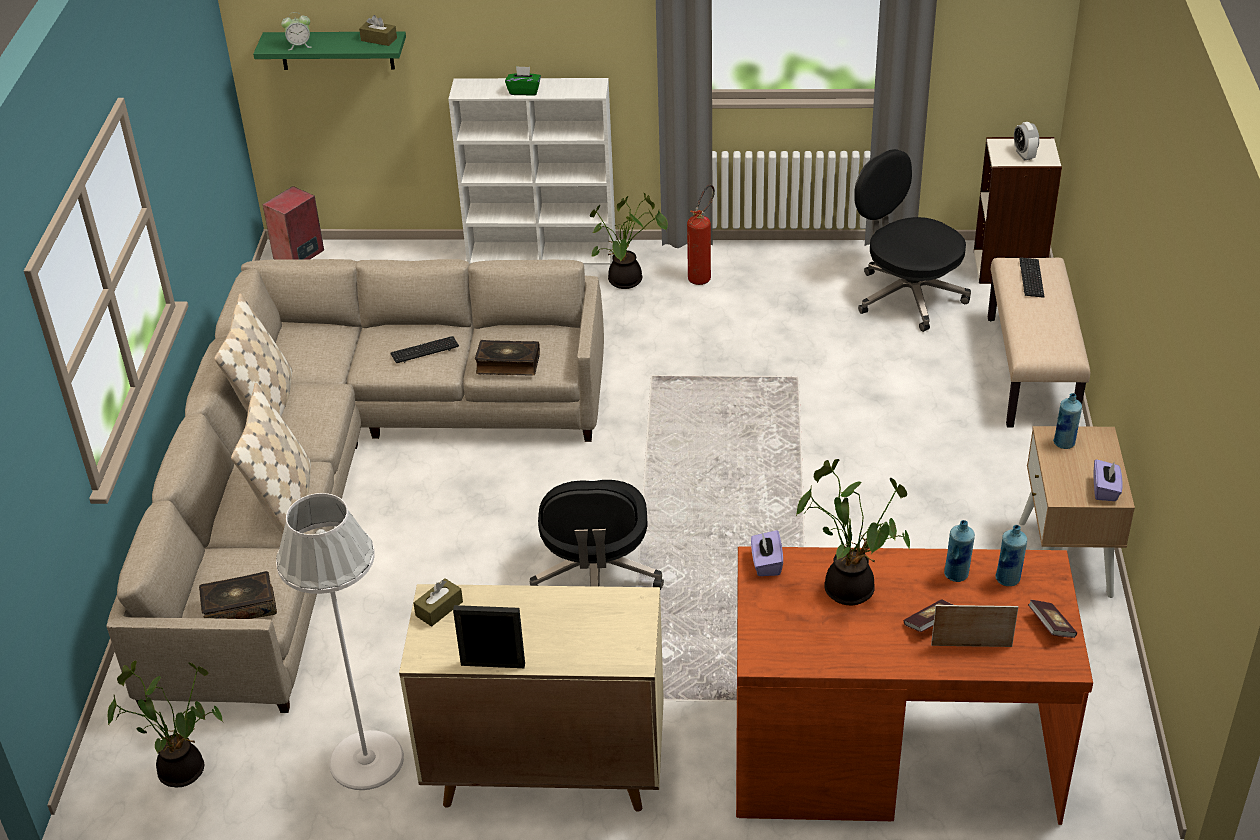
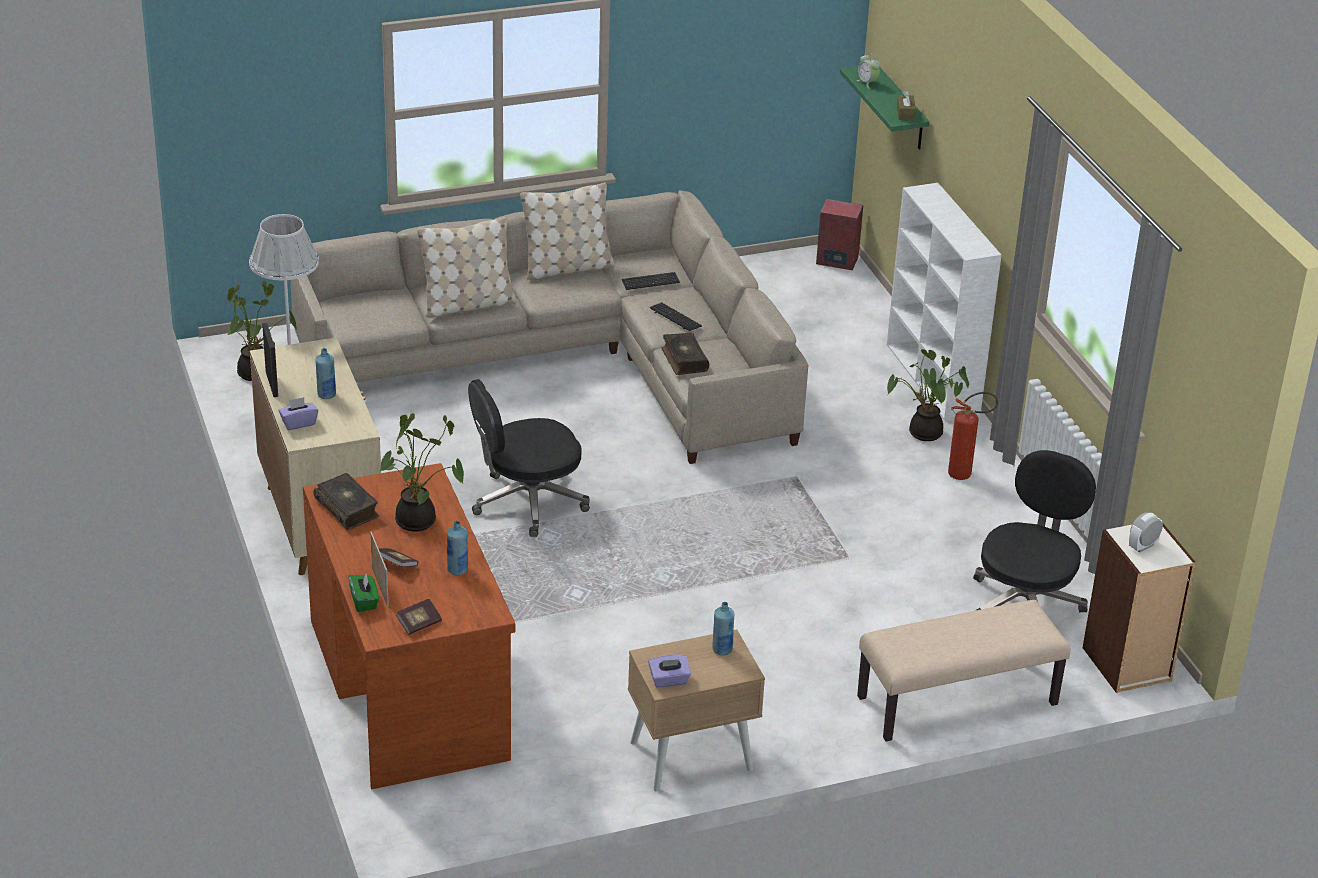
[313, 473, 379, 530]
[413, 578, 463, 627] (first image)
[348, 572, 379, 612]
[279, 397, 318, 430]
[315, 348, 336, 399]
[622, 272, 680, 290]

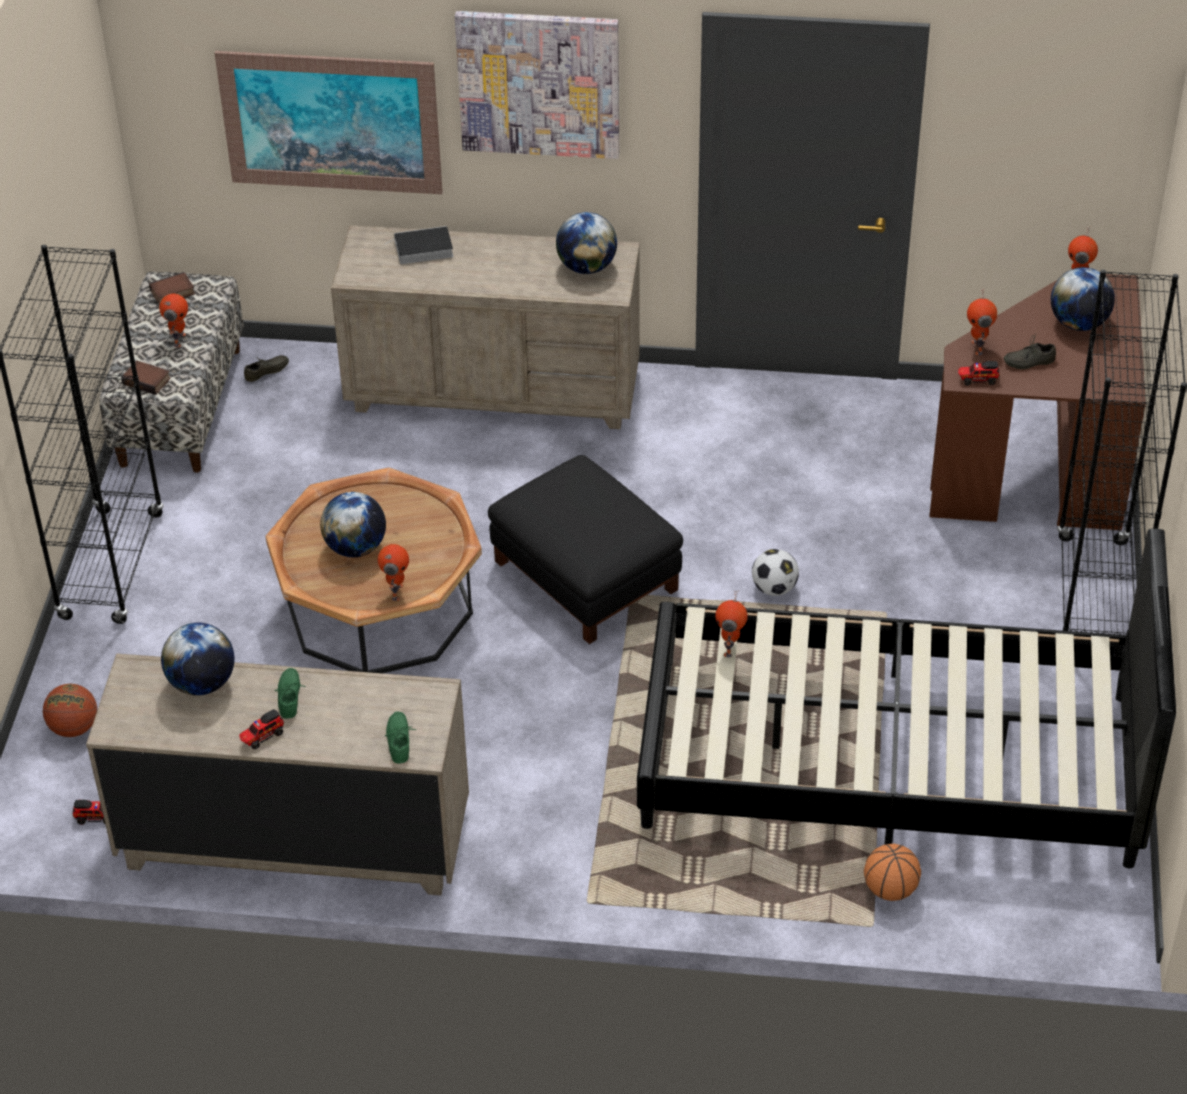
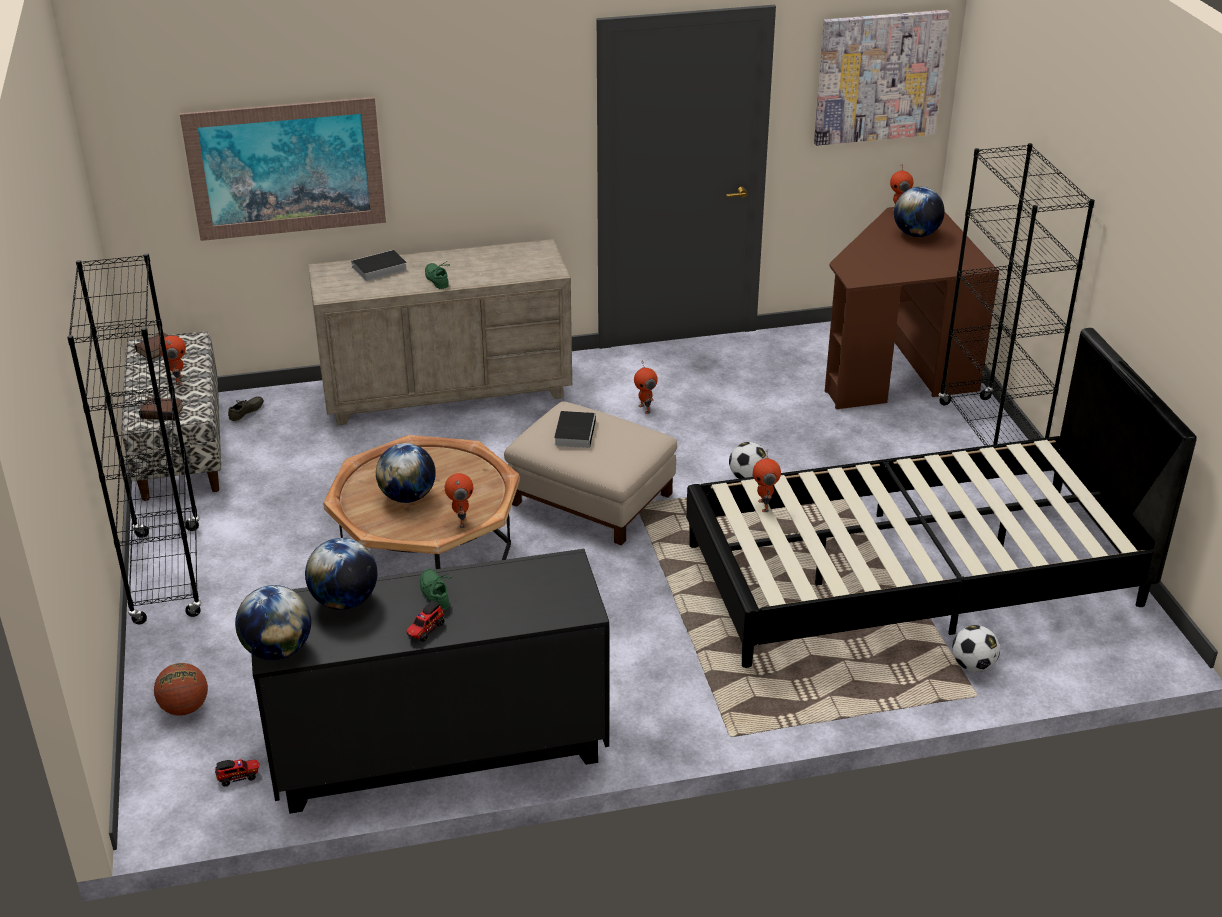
[251, 549, 609, 814]
[425, 262, 450, 289]
[814, 10, 950, 146]
[504, 401, 677, 546]
[235, 585, 311, 660]
[952, 625, 1000, 672]
[958, 361, 1000, 385] (first image)
[634, 361, 658, 414]
[1004, 334, 1056, 370] (first image)
[554, 411, 596, 448]

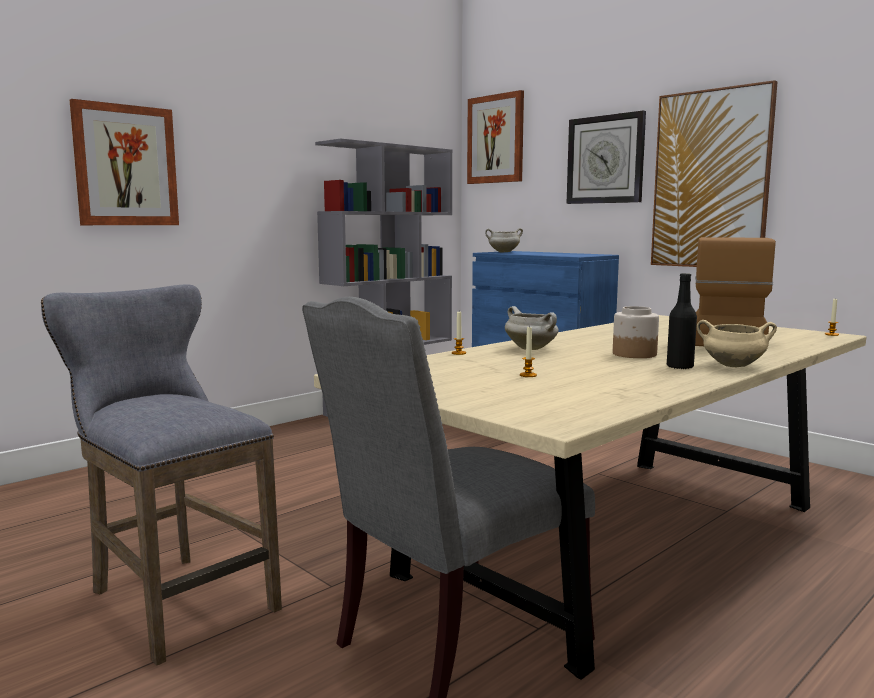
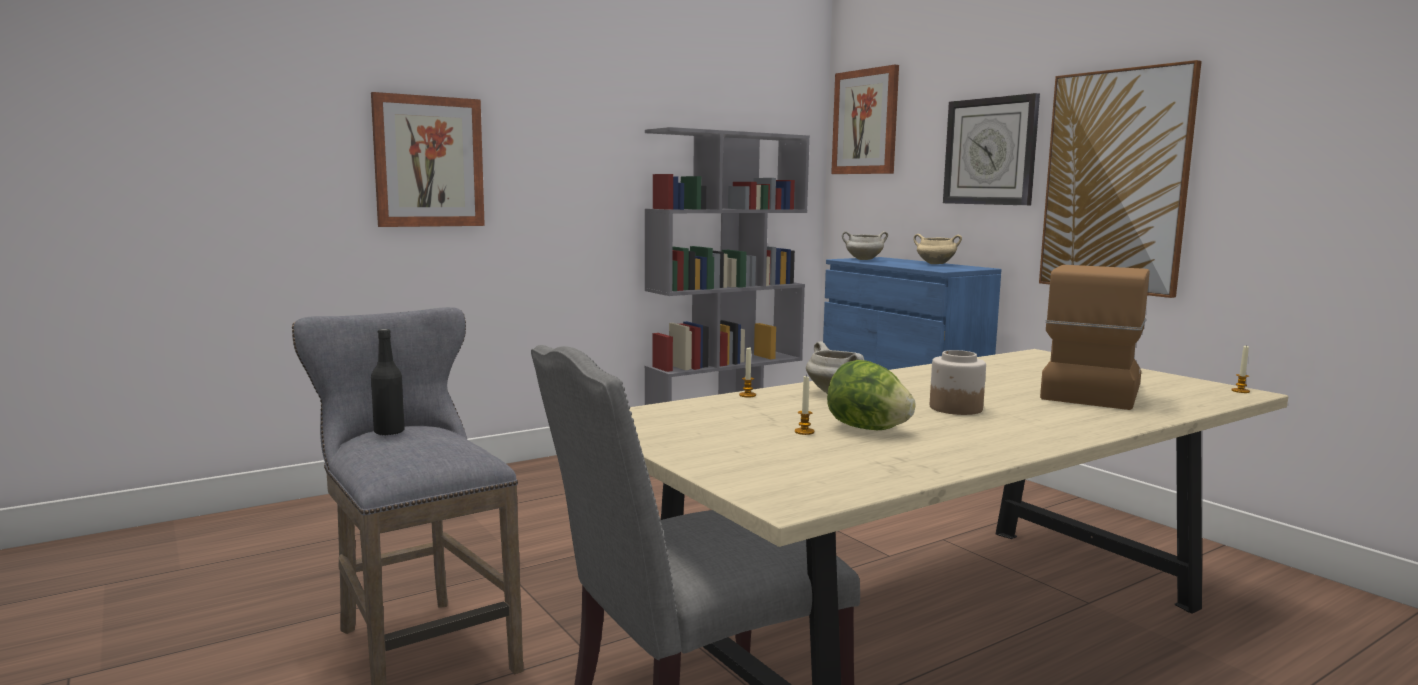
[371, 329, 405, 436]
[913, 234, 962, 264]
[827, 360, 915, 430]

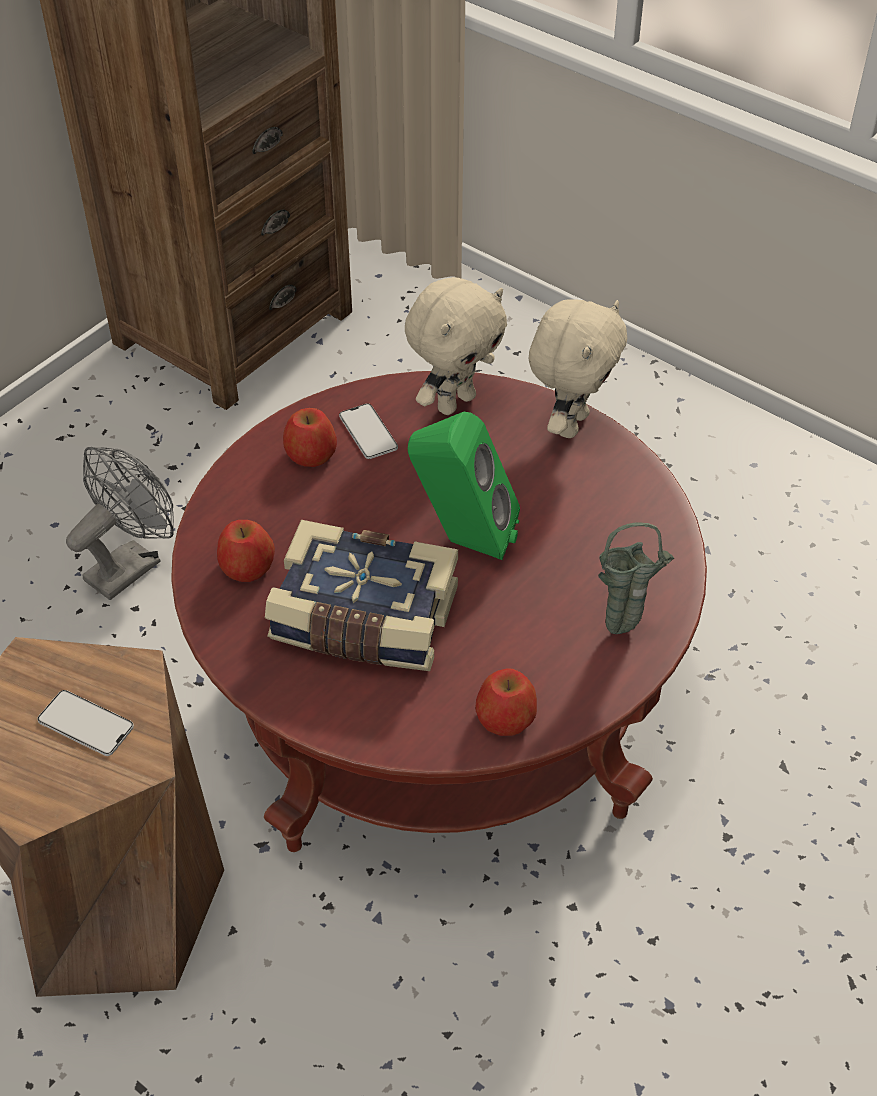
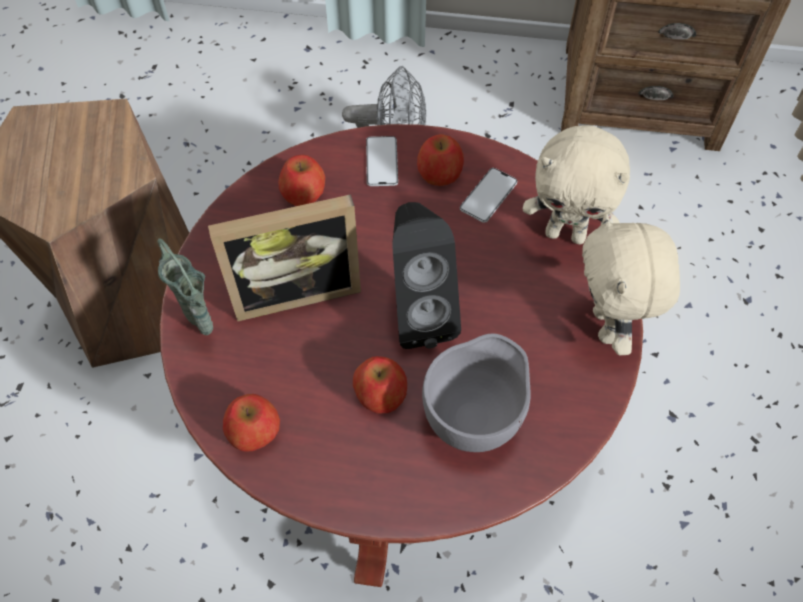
[366, 136, 398, 186]
[208, 194, 361, 321]
[392, 202, 461, 349]
[582, 213, 680, 355]
[158, 238, 213, 335]
[353, 356, 407, 414]
[422, 334, 531, 452]

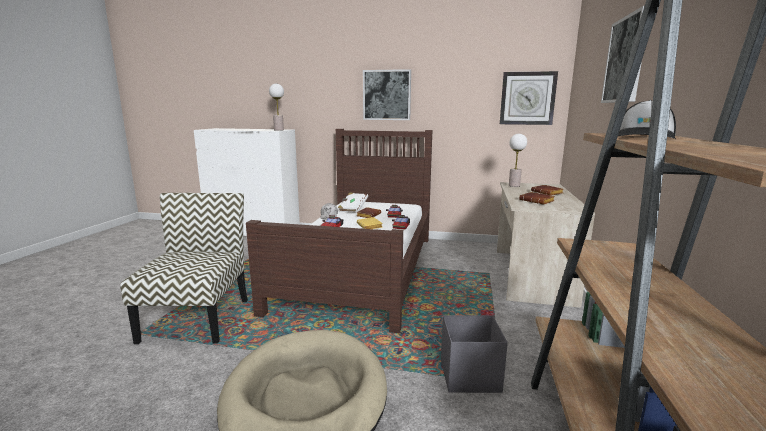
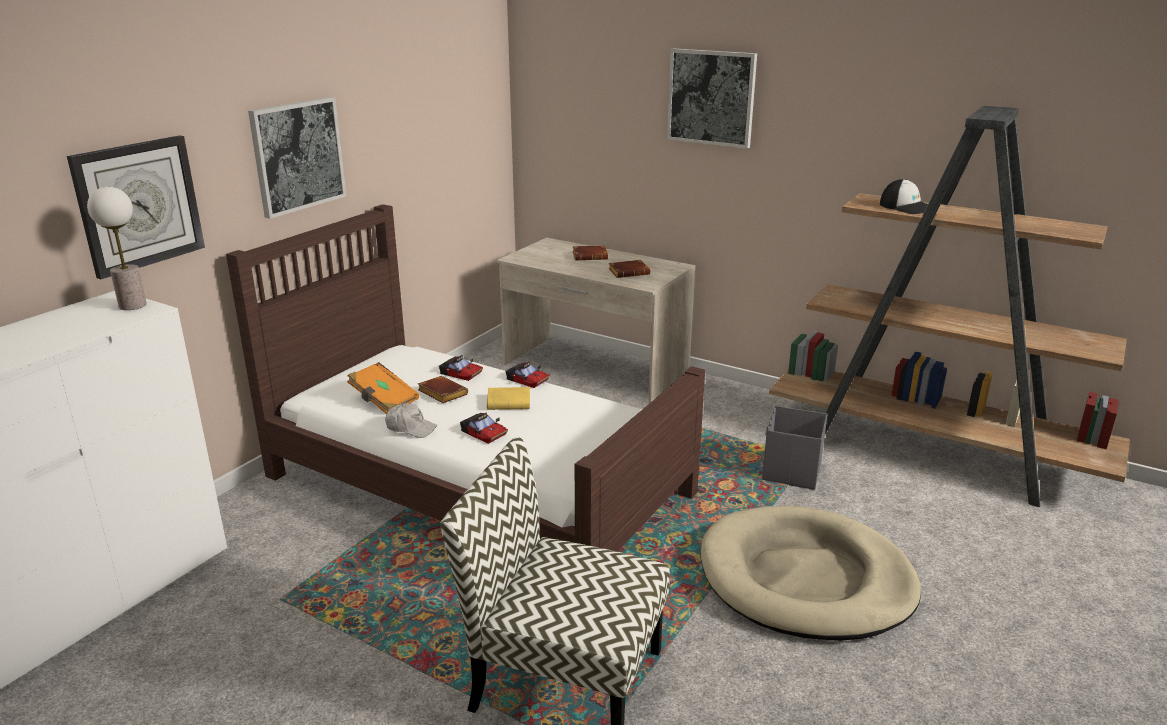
[347, 362, 419, 414]
[67, 135, 205, 279]
[509, 134, 527, 187] (first image)

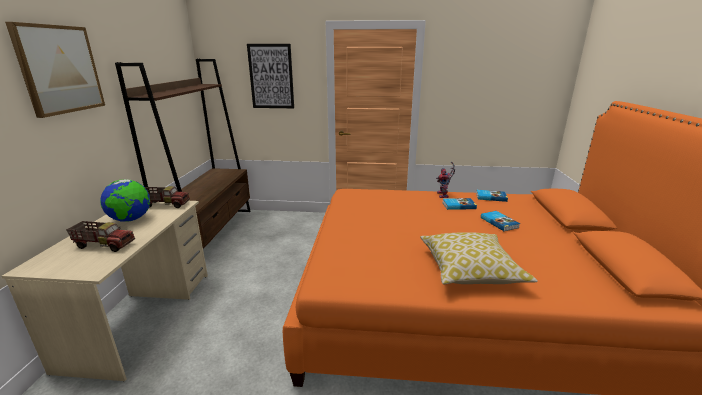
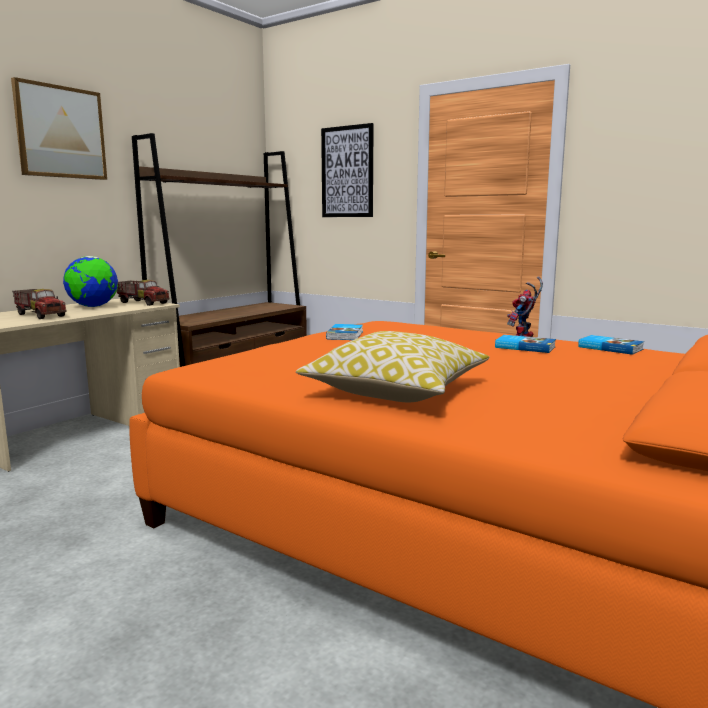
[326, 324, 363, 340]

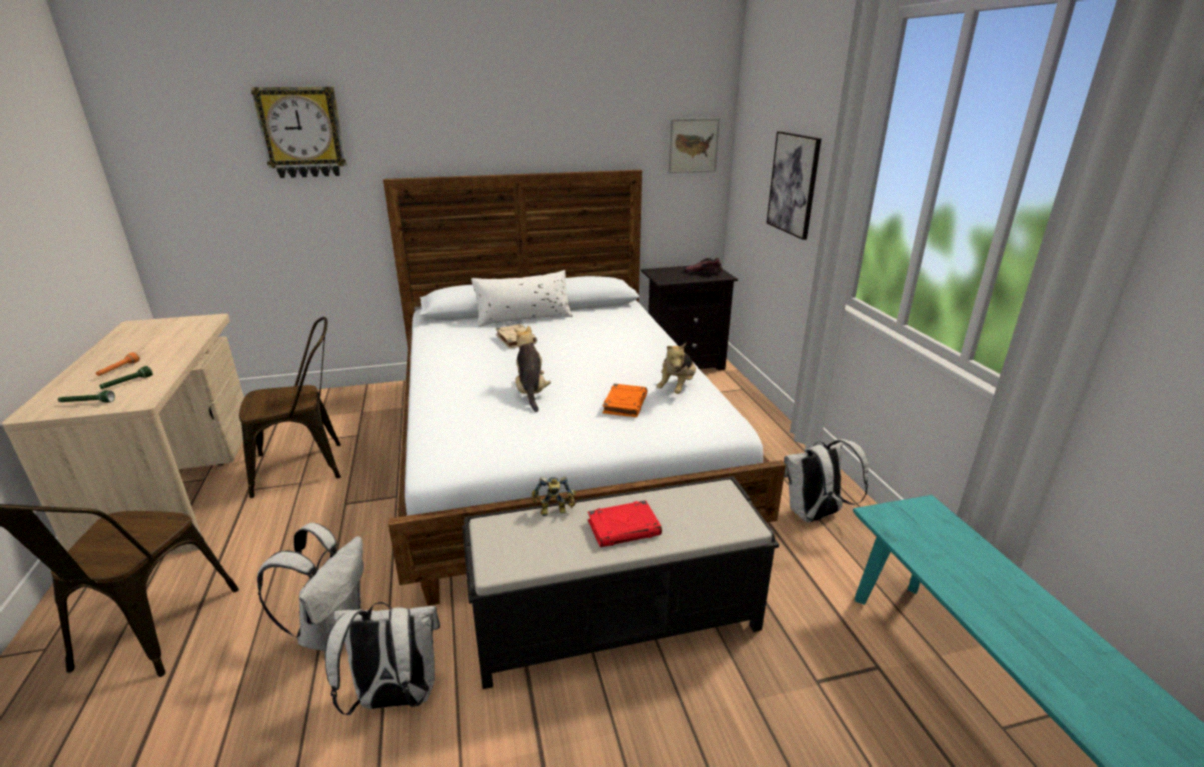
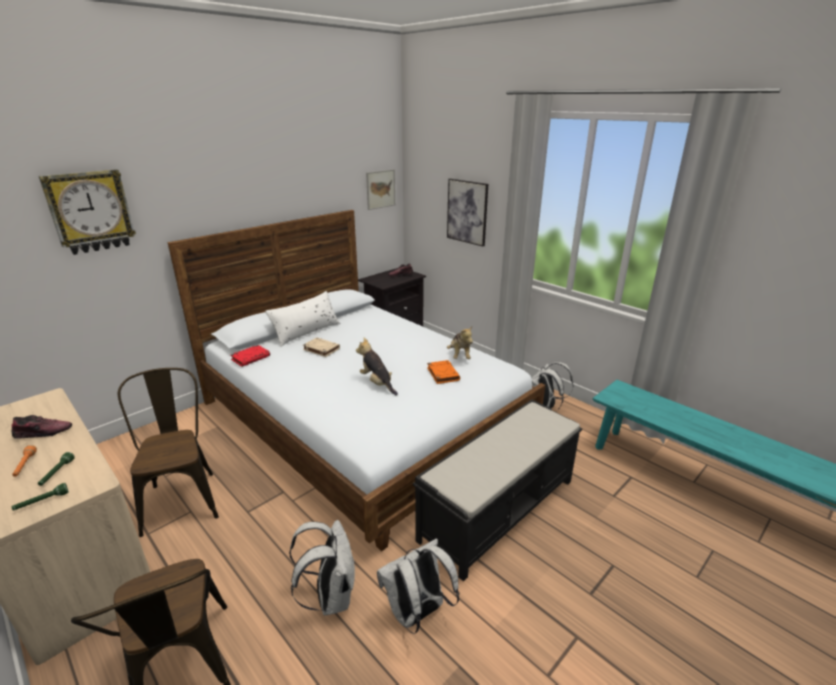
[118, 368, 219, 537]
[532, 476, 576, 516] (first image)
[230, 345, 270, 367]
[11, 415, 72, 439]

